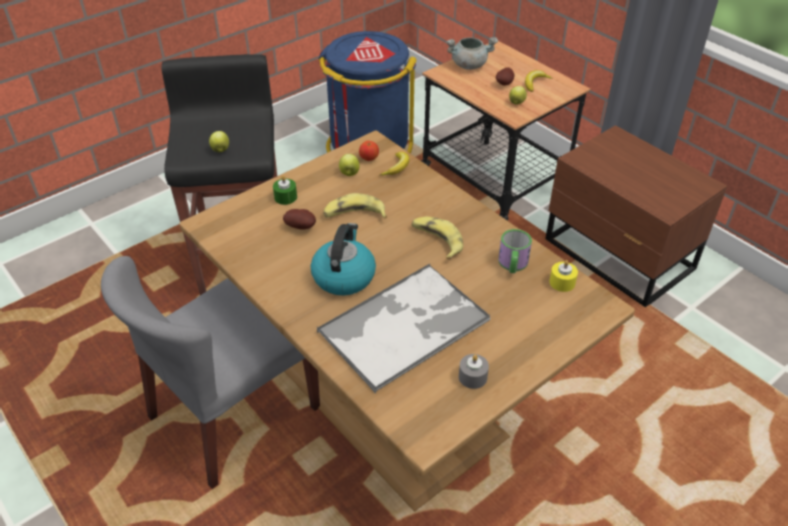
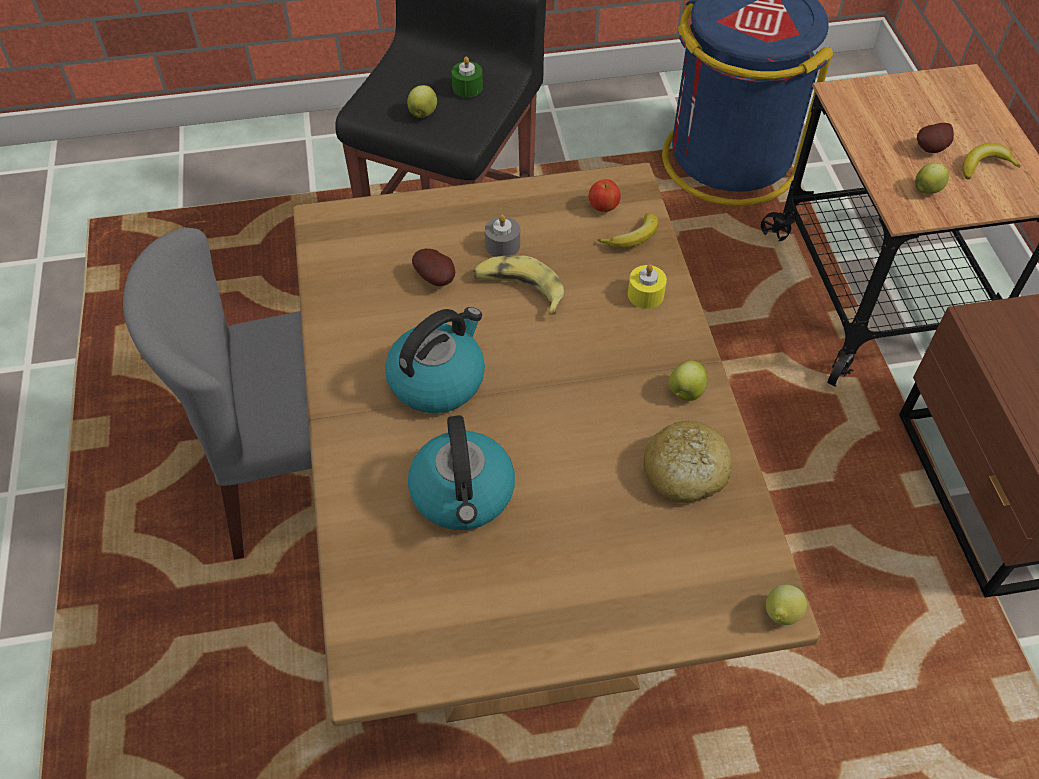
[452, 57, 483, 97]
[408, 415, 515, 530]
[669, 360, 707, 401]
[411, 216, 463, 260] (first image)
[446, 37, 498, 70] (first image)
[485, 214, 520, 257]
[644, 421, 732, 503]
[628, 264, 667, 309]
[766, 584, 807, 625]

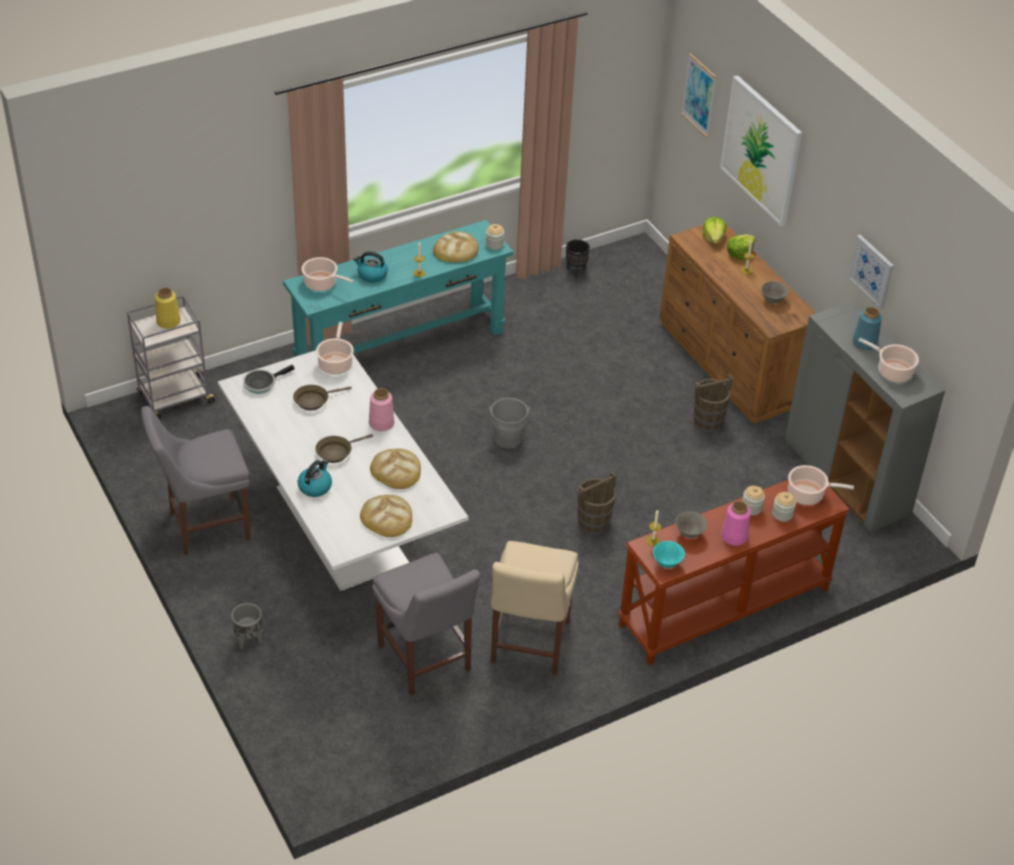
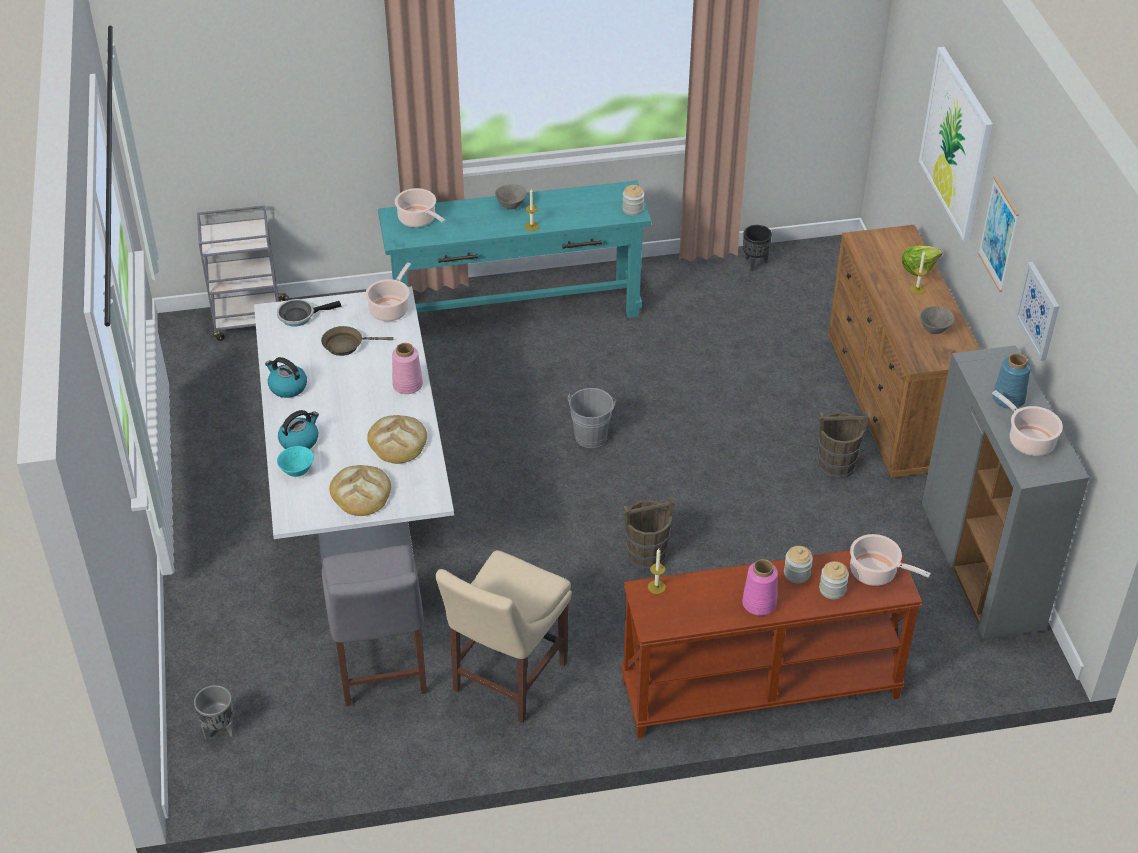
[141, 406, 251, 556] (first image)
[155, 287, 181, 329] (first image)
[194, 685, 234, 740]
[315, 434, 373, 463] (first image)
[265, 357, 307, 398]
[433, 231, 479, 262] (first image)
[277, 446, 314, 477]
[495, 184, 527, 210]
[978, 176, 1019, 292]
[702, 216, 726, 244] (first image)

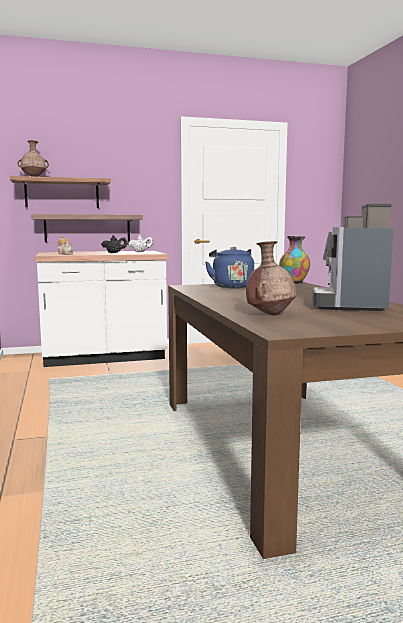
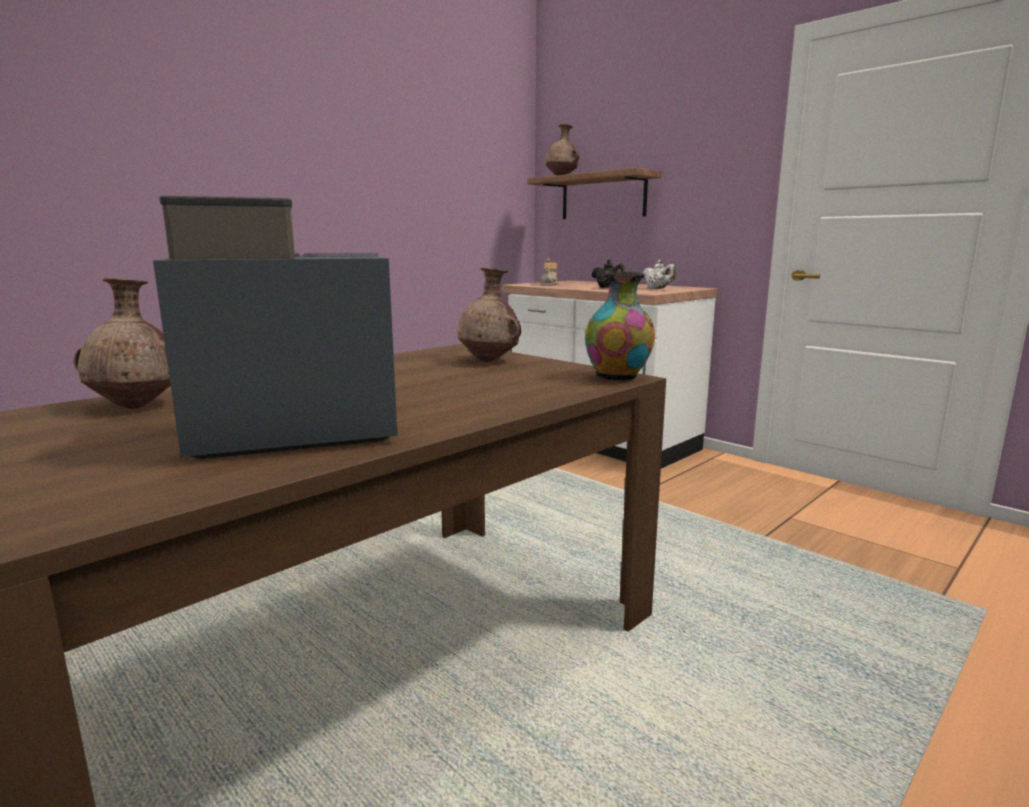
[31, 214, 143, 242] (first image)
[458, 268, 521, 362]

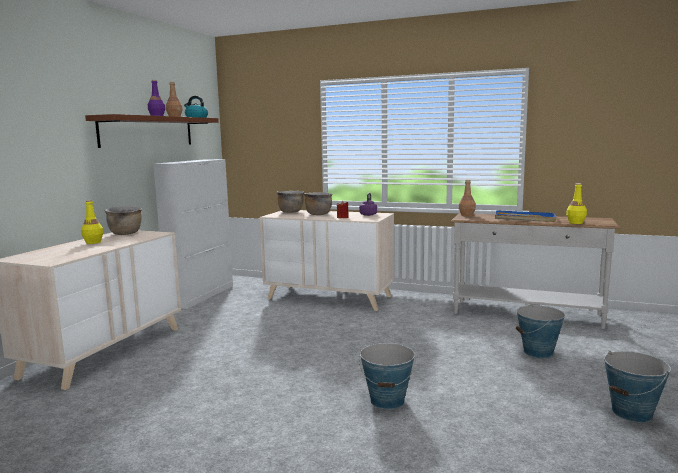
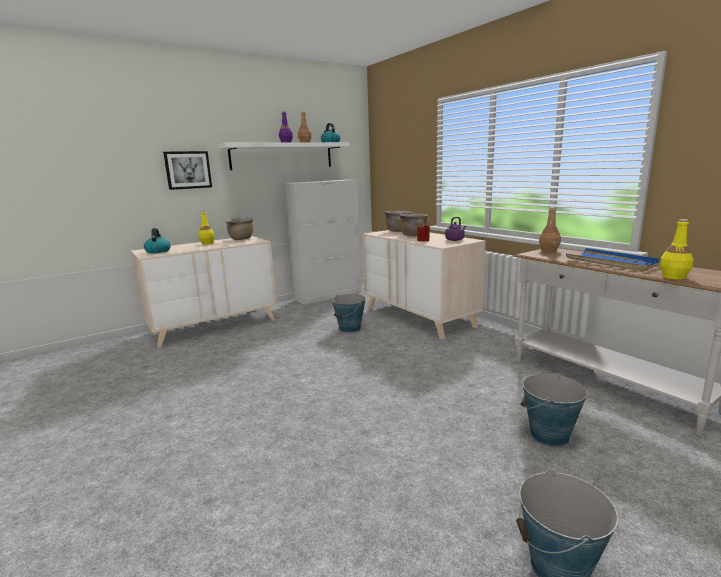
[218, 142, 350, 170]
[332, 294, 366, 333]
[144, 228, 171, 253]
[163, 151, 212, 190]

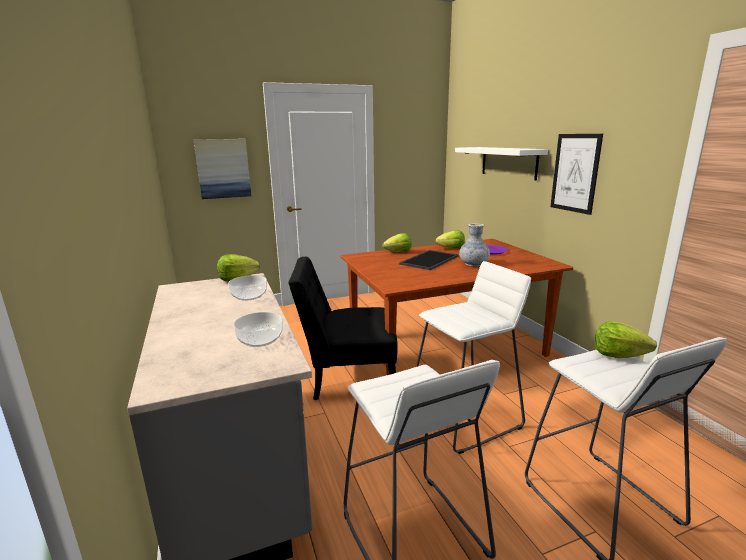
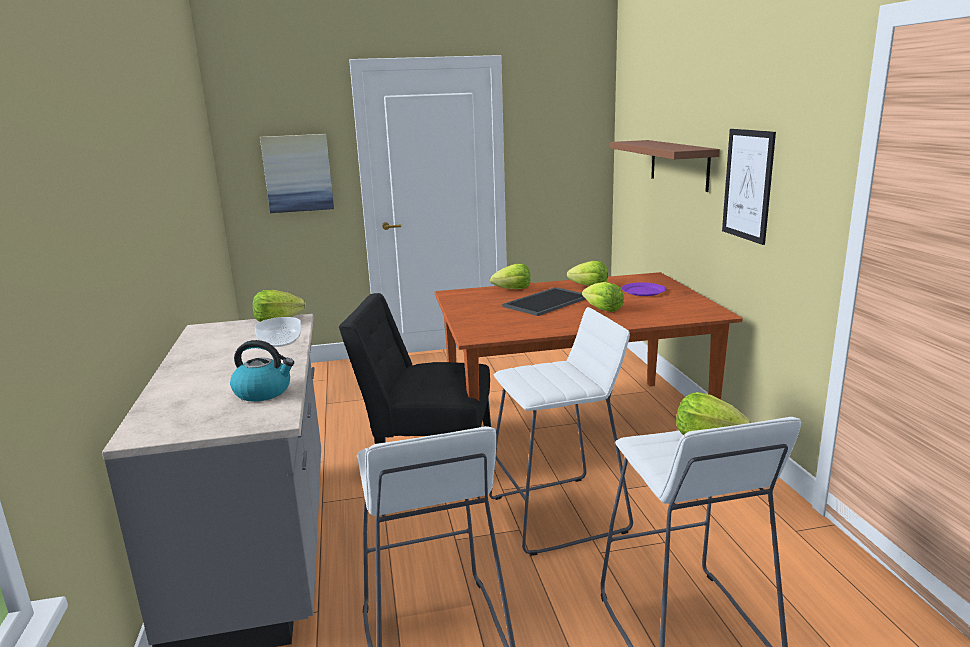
[230, 340, 294, 401]
[610, 140, 720, 192]
[582, 282, 624, 312]

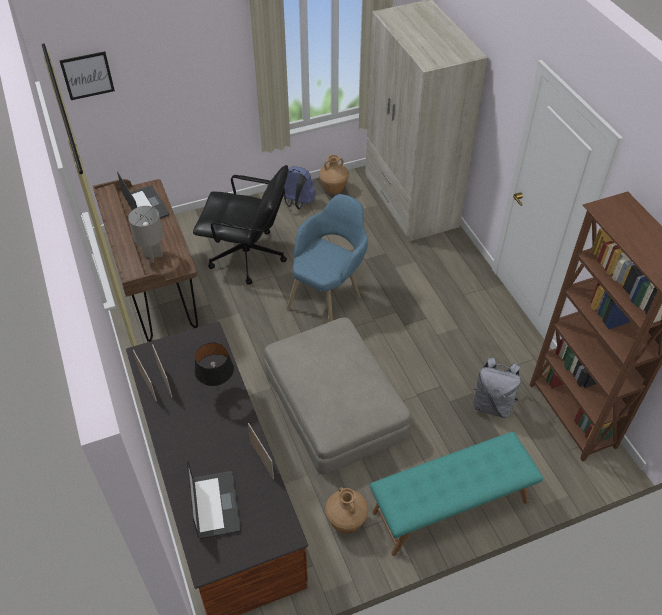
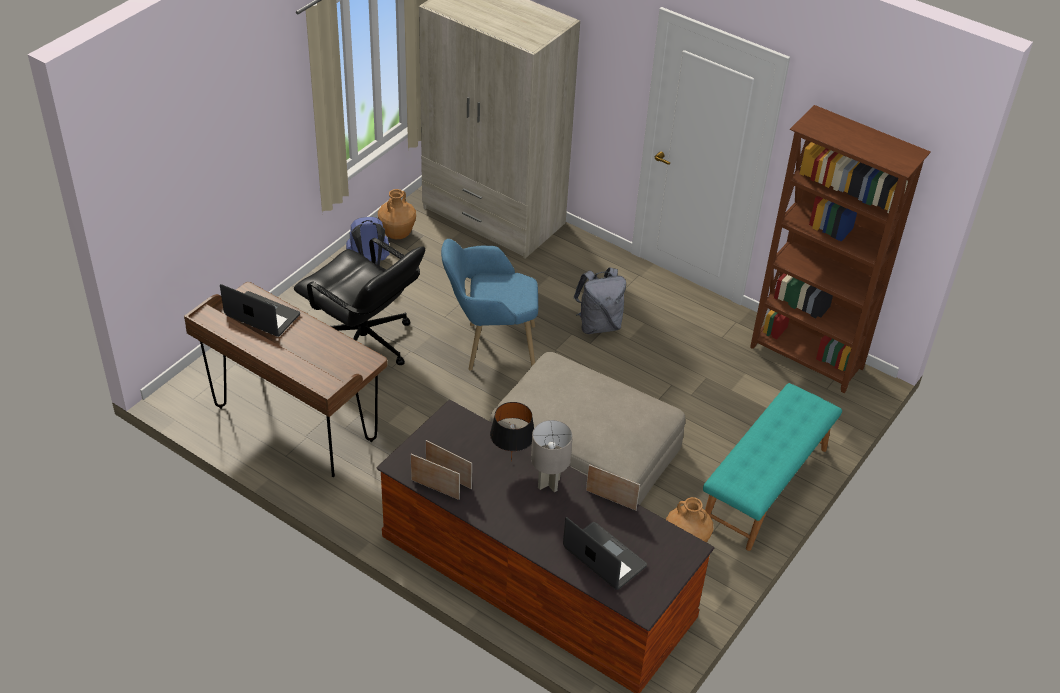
[59, 51, 115, 100] (first image)
[531, 420, 573, 492]
[294, 238, 425, 365]
[441, 239, 538, 371]
[573, 267, 626, 334]

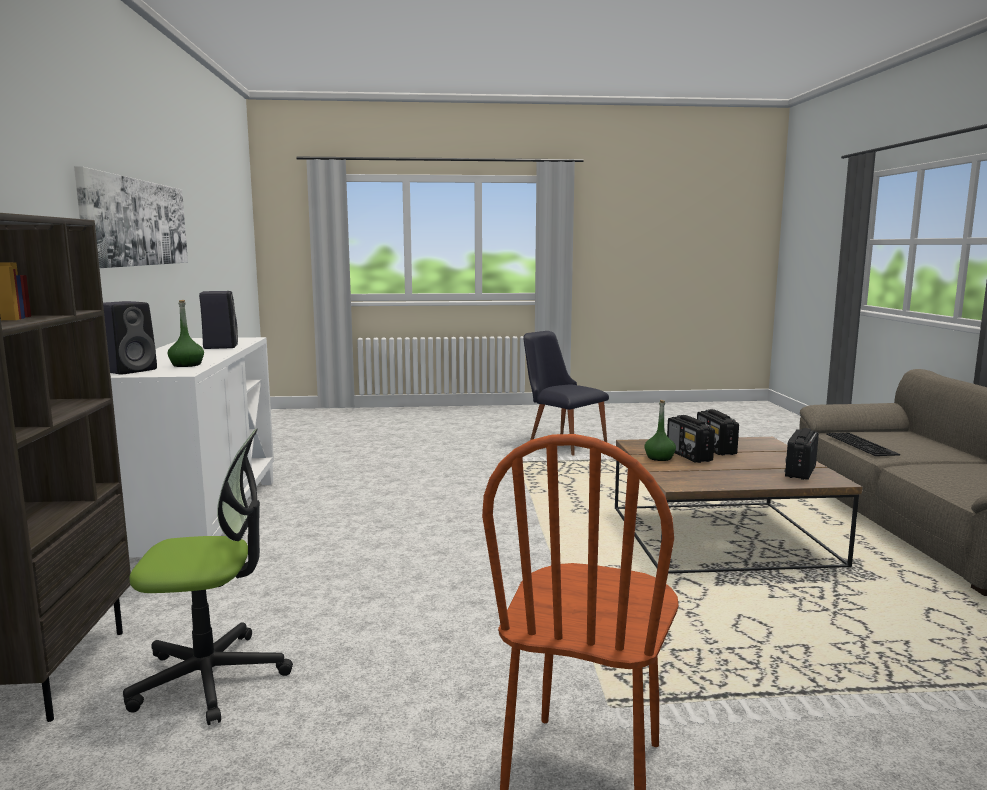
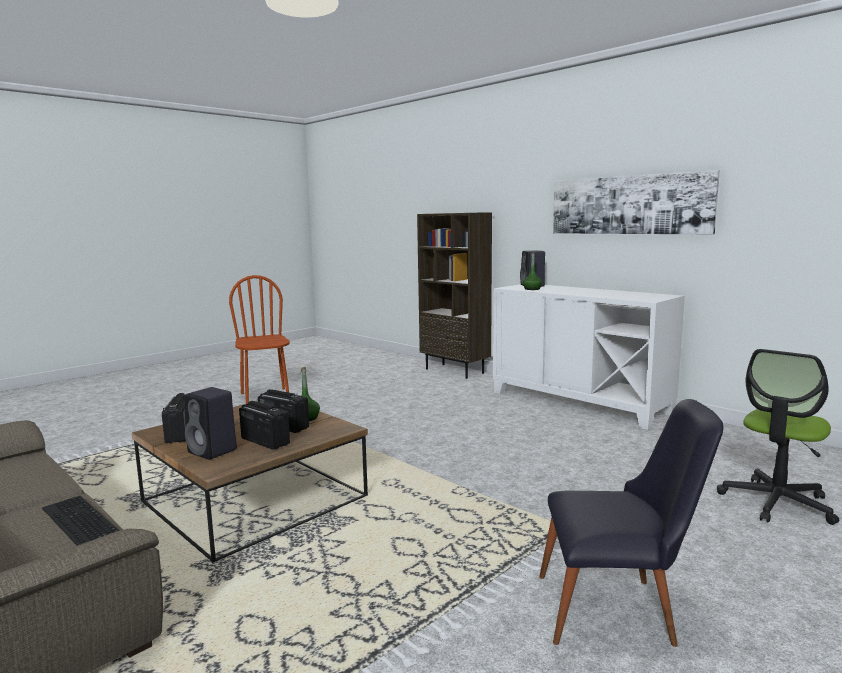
[717, 349, 839, 525]
[185, 387, 237, 460]

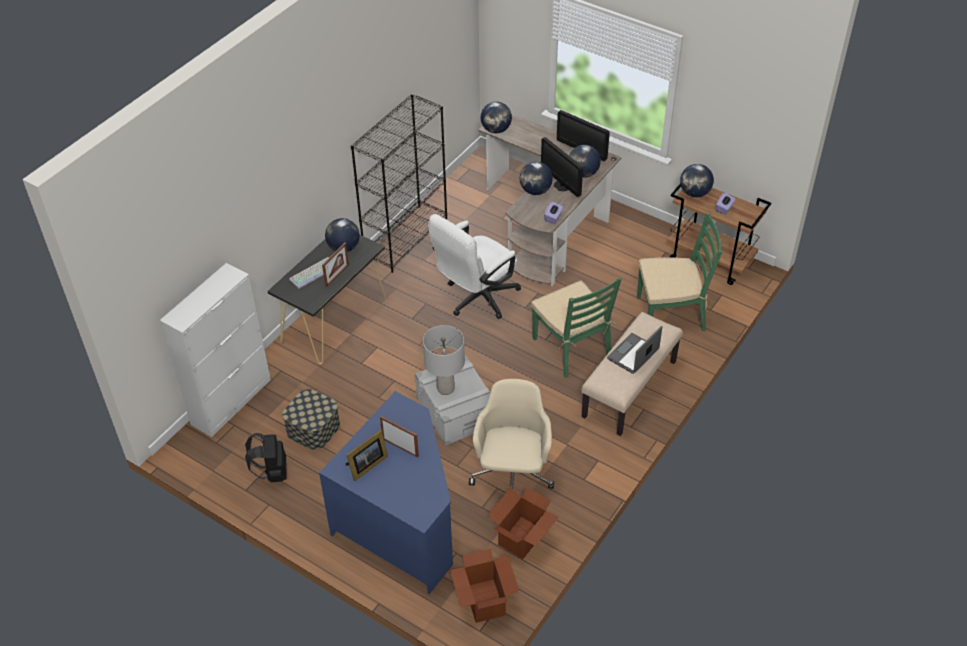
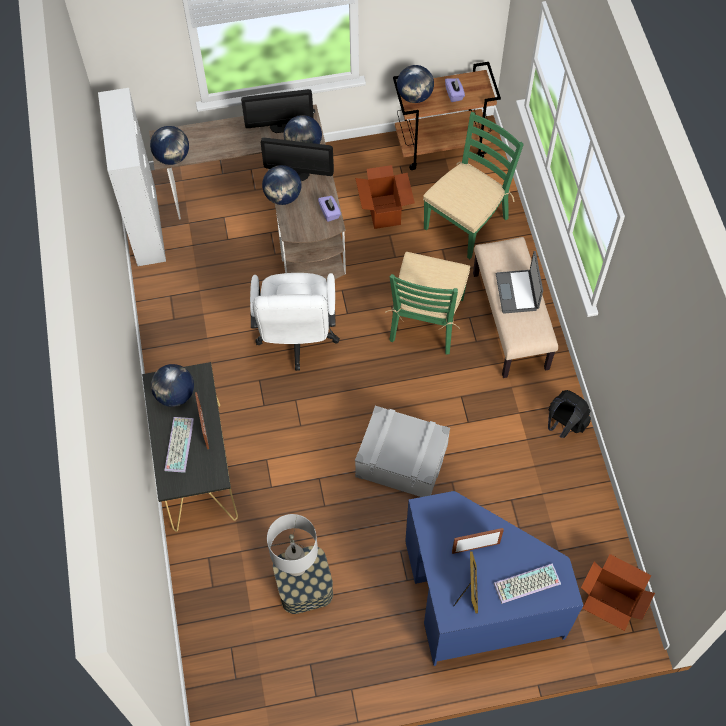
[98, 88, 166, 266]
[548, 390, 591, 438]
[351, 93, 447, 273] (first image)
[267, 514, 318, 576]
[469, 379, 554, 489] (first image)
[355, 165, 415, 229]
[385, 252, 470, 354]
[494, 563, 561, 604]

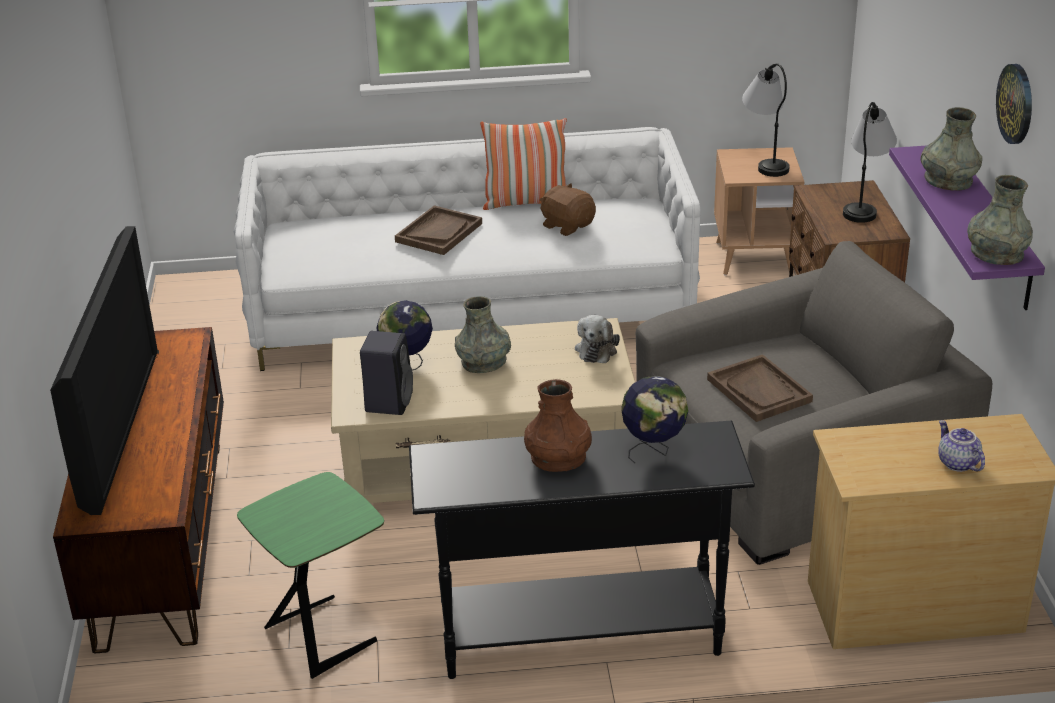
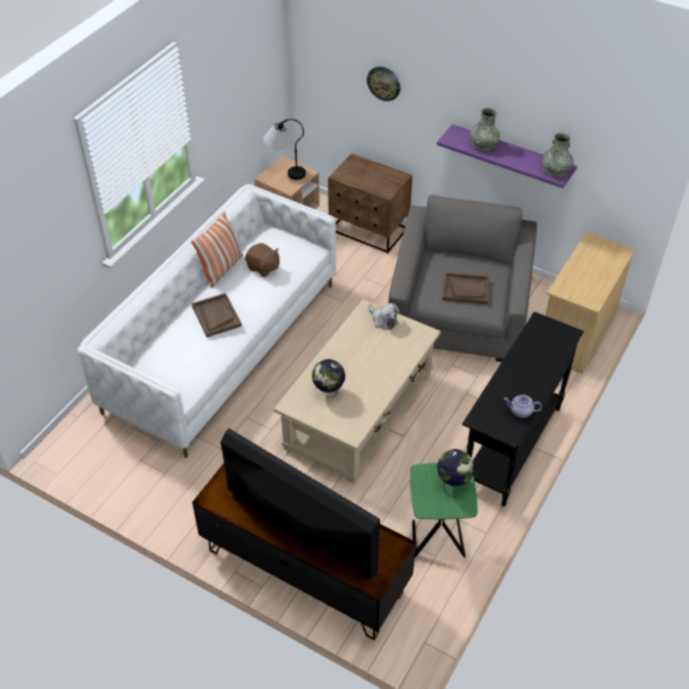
[360, 331, 413, 415] (first image)
[455, 296, 511, 373] (first image)
[524, 379, 592, 472] (first image)
[245, 243, 279, 277]
[437, 449, 474, 497]
[843, 102, 897, 223] (first image)
[504, 395, 542, 418]
[367, 66, 400, 101]

